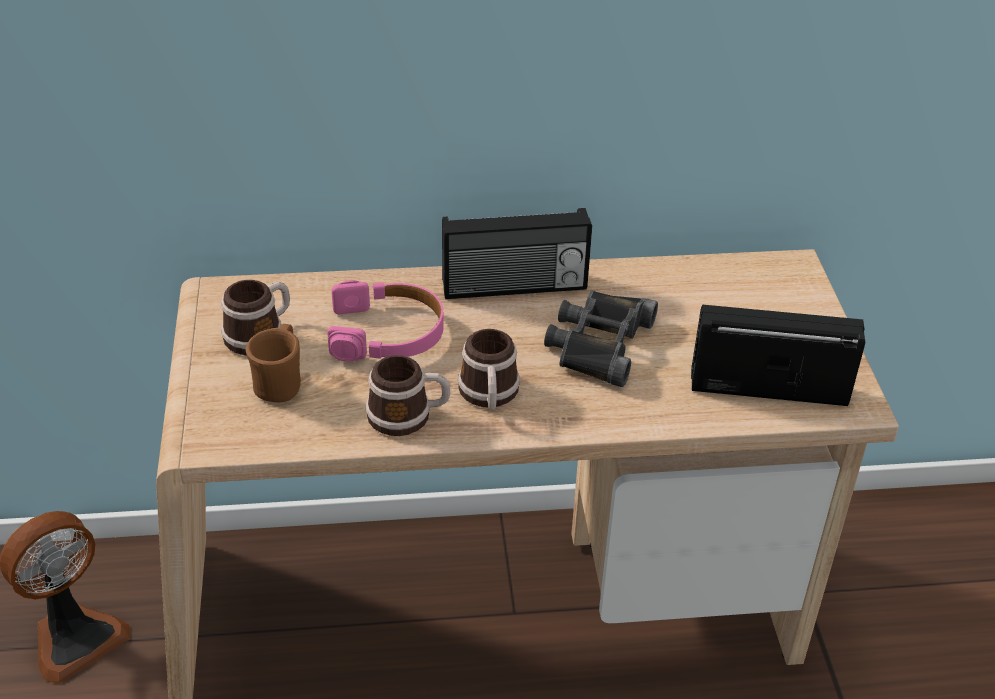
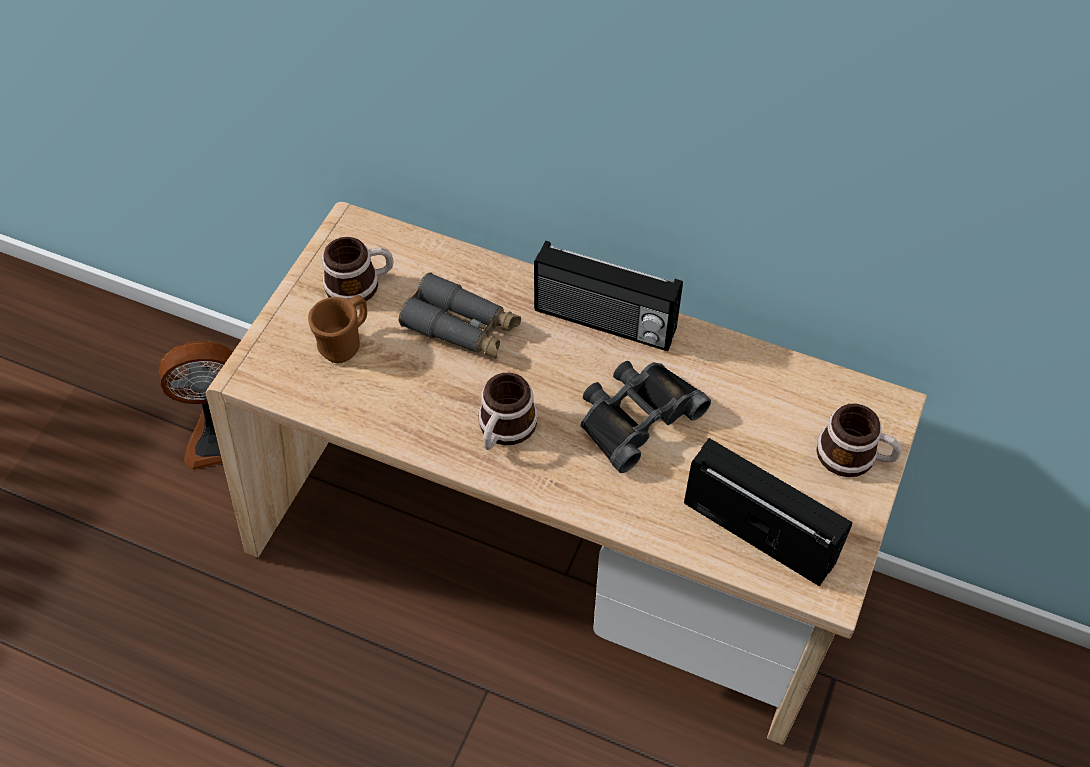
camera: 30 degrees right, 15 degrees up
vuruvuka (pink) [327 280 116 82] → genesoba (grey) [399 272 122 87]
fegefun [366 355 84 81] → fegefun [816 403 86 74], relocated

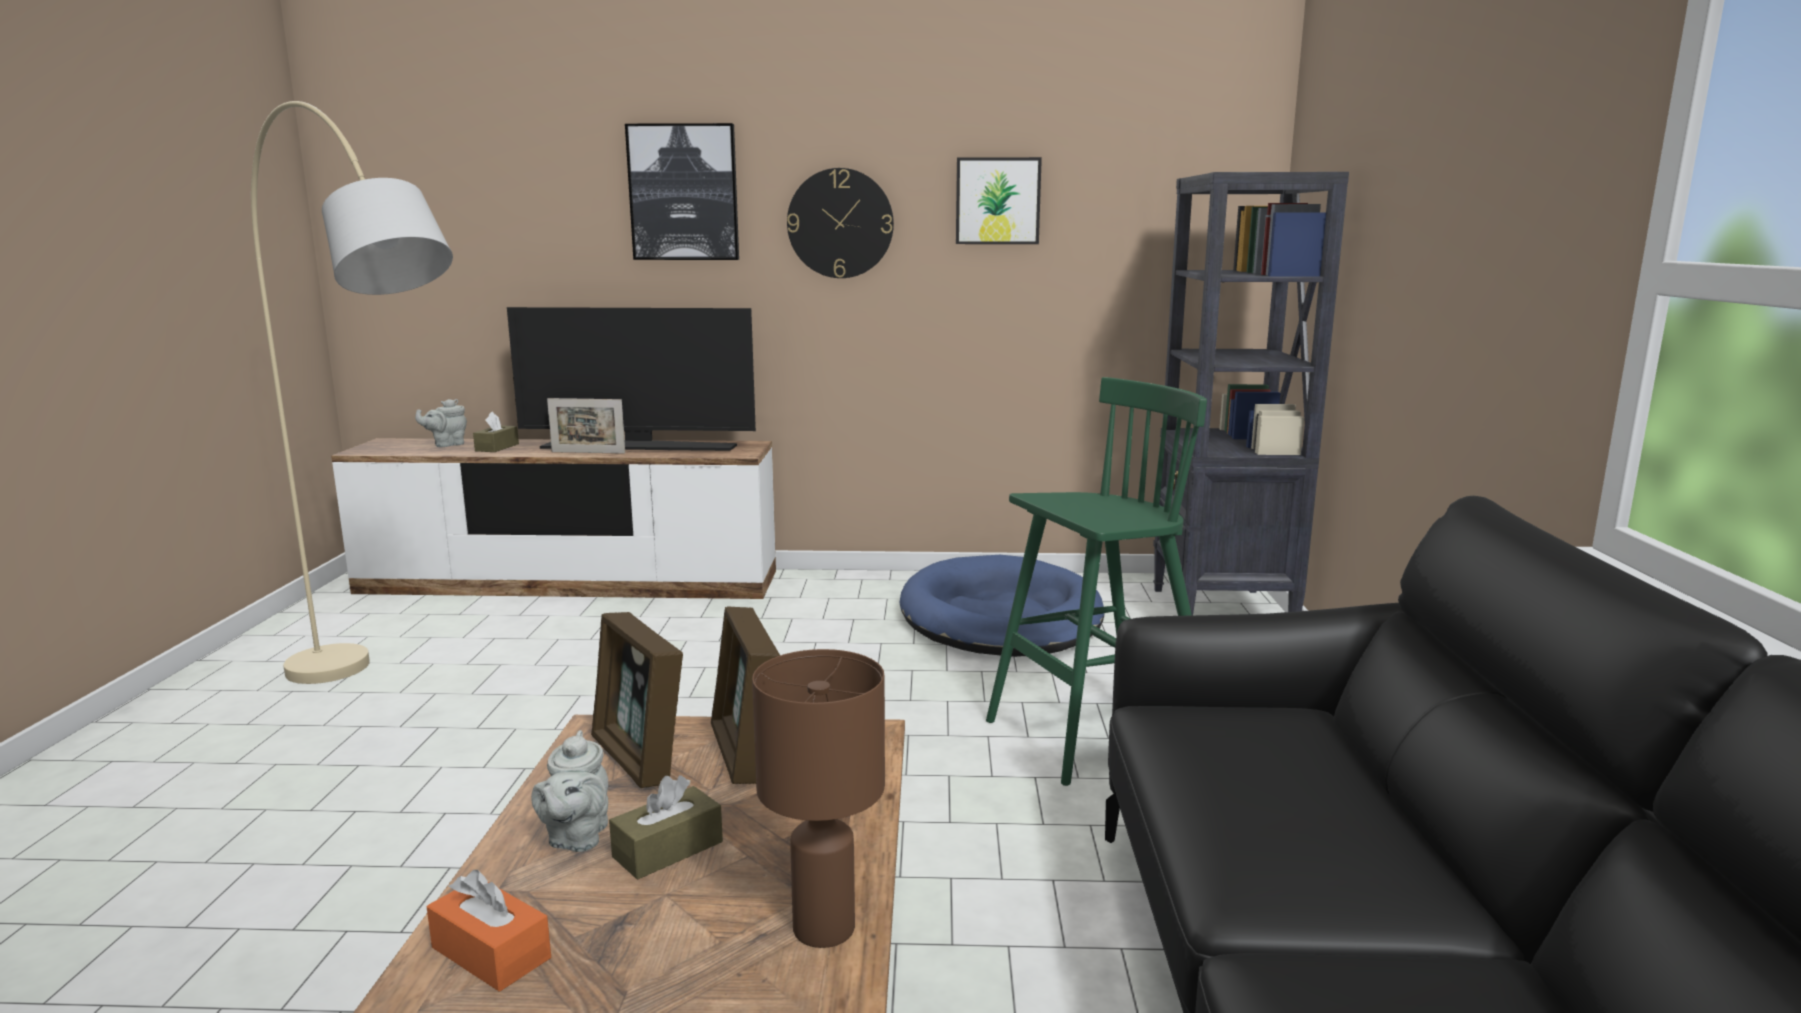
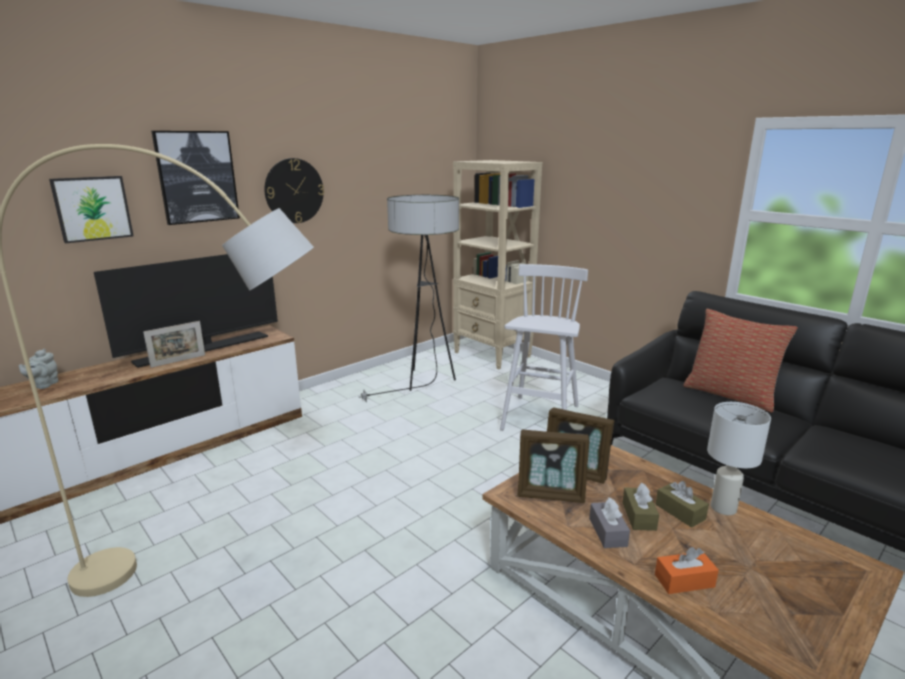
camera: 45 degrees left, 5 degrees up
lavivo [956 157 86 87] → lavivo [49 176 85 67], relocated
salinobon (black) [1153 172 196 443] → salinobon (beige) [453 160 89 210]
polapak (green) [986 377 221 409] → polapak (white) [500 264 88 167]
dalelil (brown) [473 412 46 40] → dalelil (brown) [656 481 53 47], relocated
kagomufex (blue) [899 555 205 102] → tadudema [358 195 101 207]
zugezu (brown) [752 649 133 299] → zugezu (white) [707 402 64 113]
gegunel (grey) [531 730 77 122] → dalelil (grey) [589 498 41 50]
- → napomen [683 309 115 104]

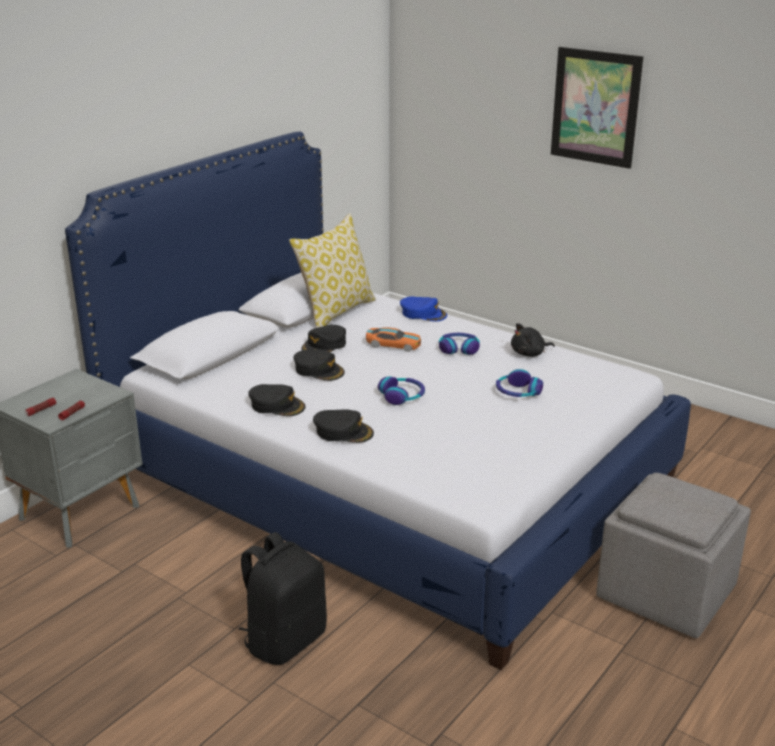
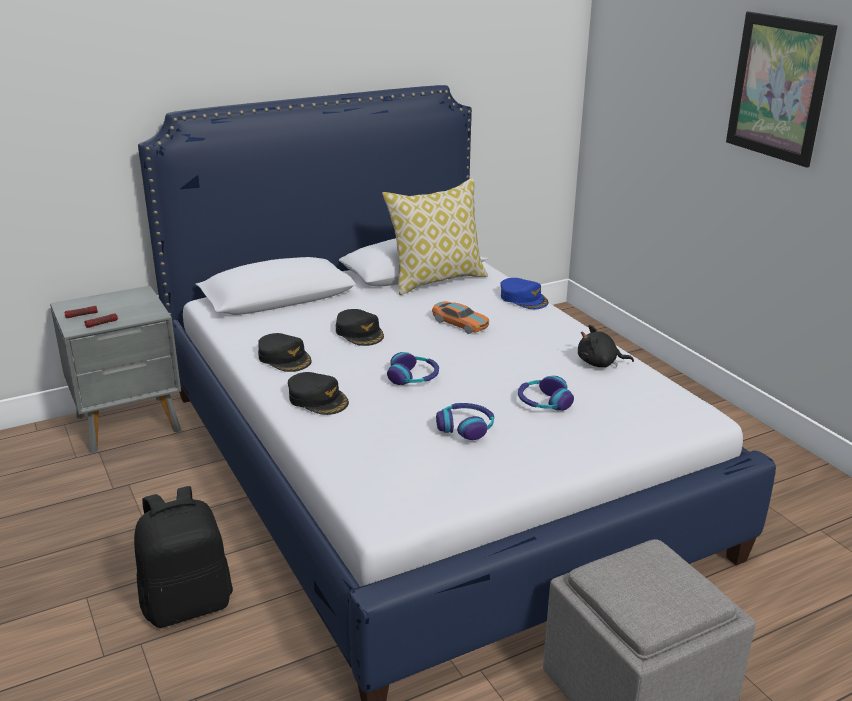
camera: 25 degrees right, 0 degrees up
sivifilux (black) [301 325 45 27] → -
vuruvuka [439 333 41 22] → vuruvuka [436 403 58 37], relocated

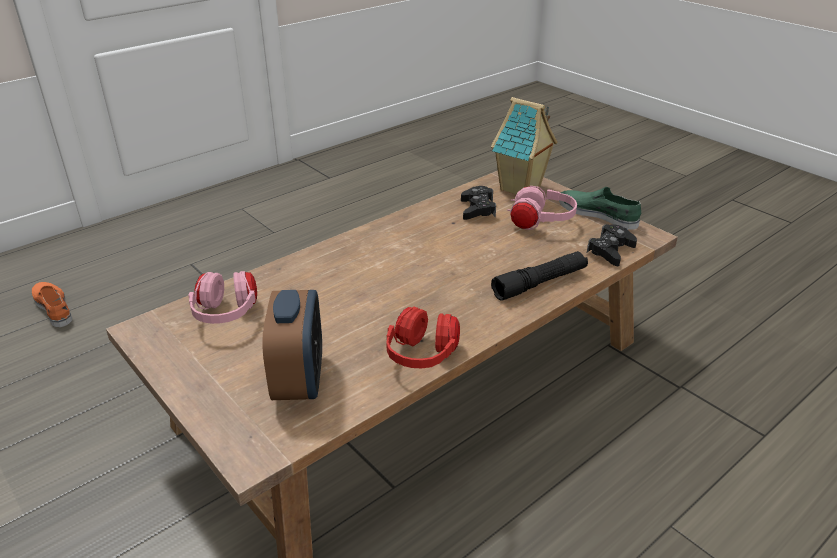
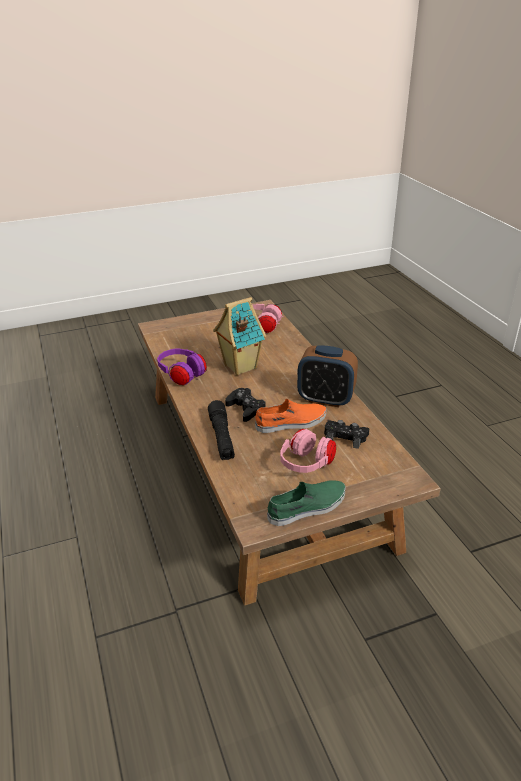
camera: 110 degrees right, 0 degrees up
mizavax [491 97 66 98] → mizavax [213 297 54 78], relocated
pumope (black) [587 224 50 42] → pumope (black) [225 388 41 34], relocated
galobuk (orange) [32 282 40 45] → galobuk (orange) [255 399 72 34], relocated
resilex [262 290 60 110] → resilex [297 345 61 62], relocated
vuruvuka (red) [386 307 74 61] → vuruvuka (purple) [157 349 50 36]

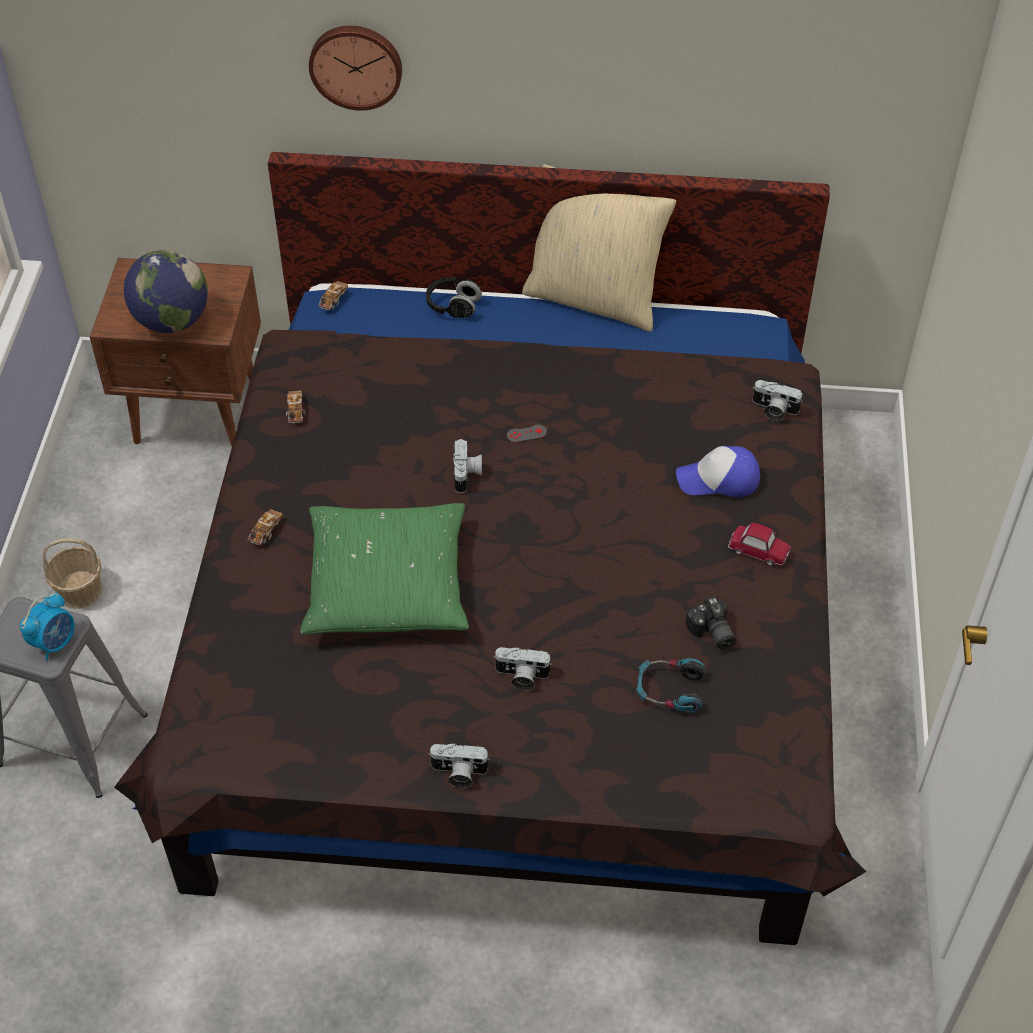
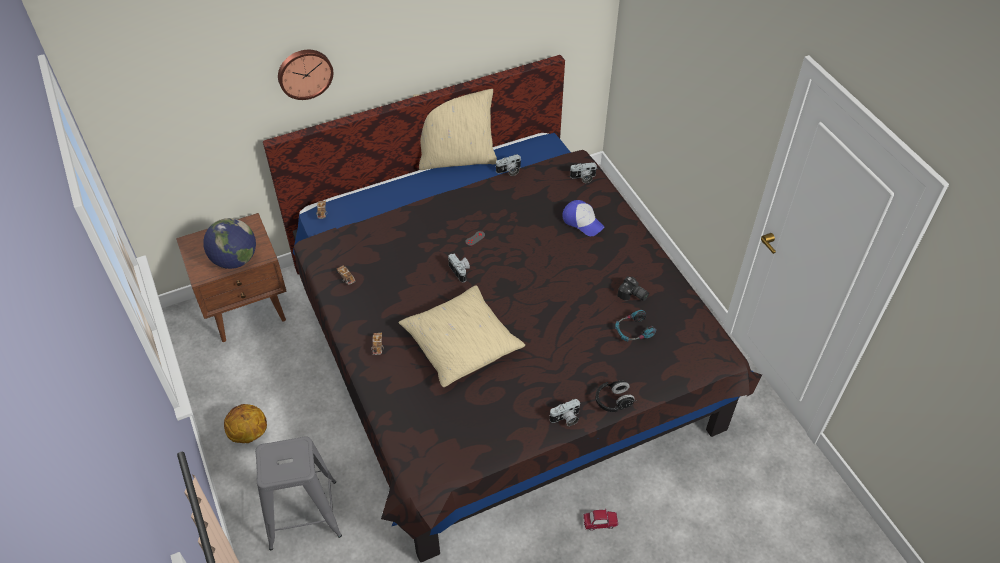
camera: 30 degrees left, 0 degrees up
vuruvuka (black) [426 277 56 41] → vuruvuka (black) [595 381 41 31], relocated
sivifilux [676 446 84 51] → sivifilux [562 200 42 36], 105 degrees counterclockwise
napomen (green) [300 503 169 131] → napomen (beige) [399 285 126 102]
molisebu [728 522 63 44] → molisebu [583 509 36 22], relocated
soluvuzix [43 538 59 71] → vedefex [224 404 43 39]
resilex [20 591 54 70] → -
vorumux [493 647 59 44] → vorumux [496 154 25 22], relocated

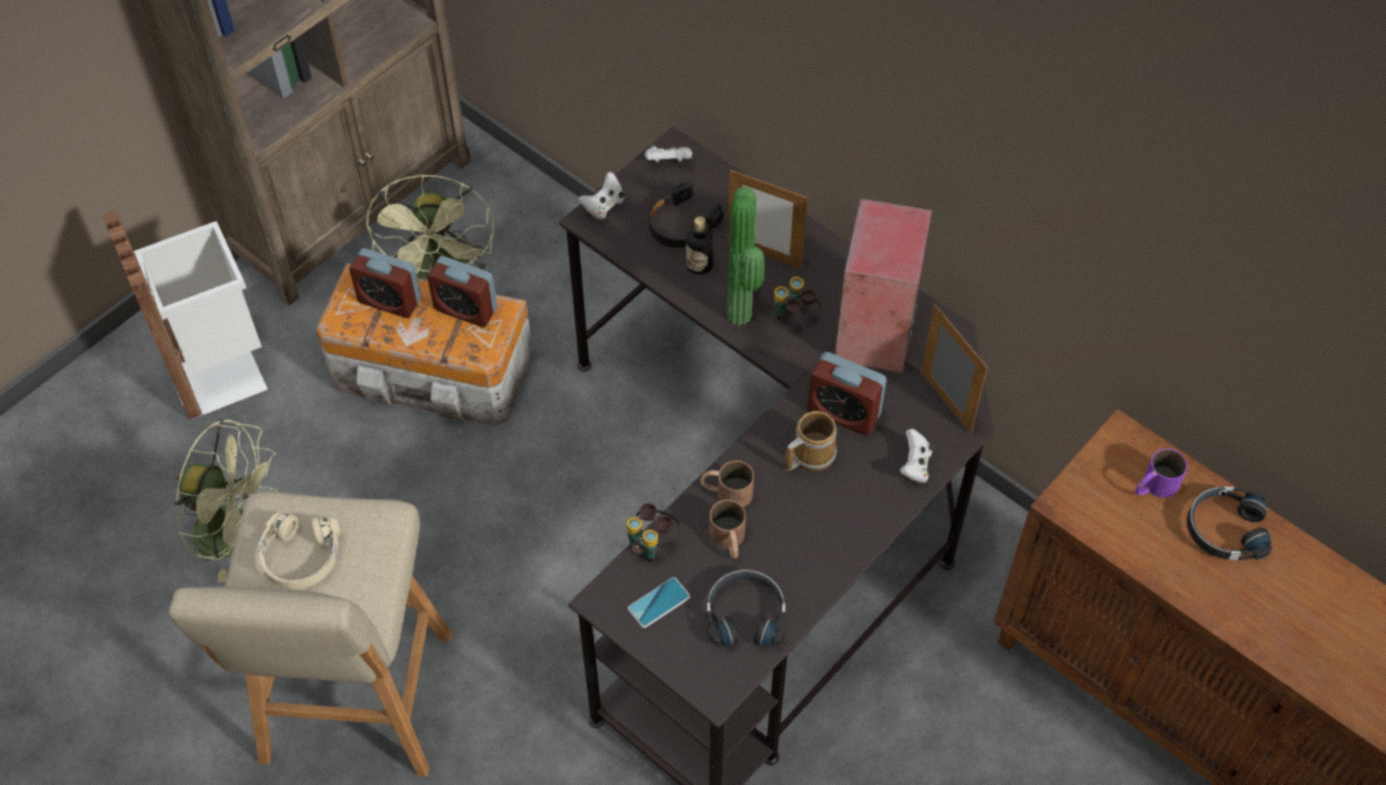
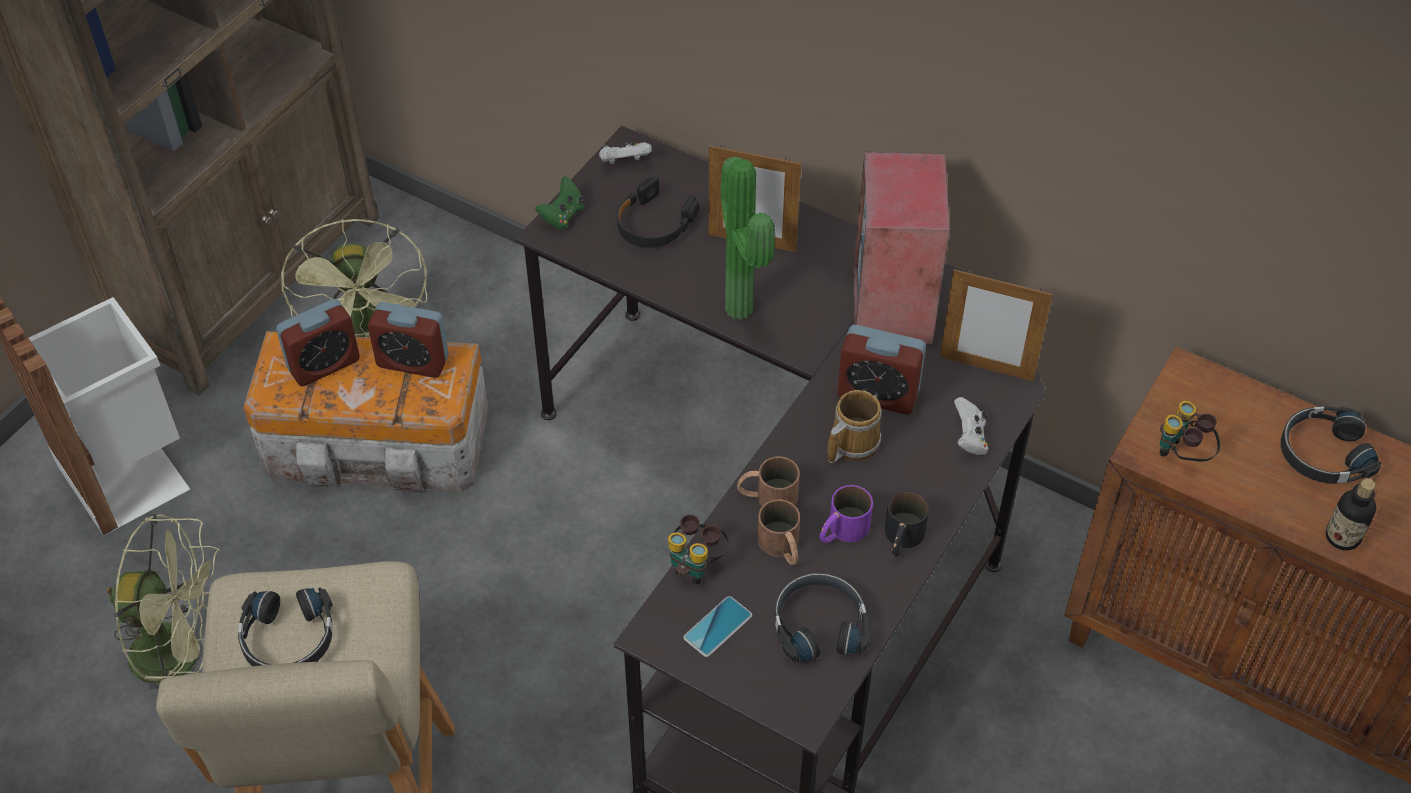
camera: 10 degrees left, 5 degrees down
pumope (white) [579 172 45 48] → pumope (green) [536 176 49 54]
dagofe [686 216 28 59] → dagofe [1326 478 50 72], relocated
resilex [349 248 72 70] → resilex [276 299 84 87], 45 degrees counterclockwise
genesoba [774 277 48 51] → genesoba [1160 401 60 60], relocated
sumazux [921 305 67 129] → sumazux [940 269 113 112], 150 degrees clockwise
fegefun (purple) [1135 448 53 50] → fegefun (purple) [819 485 54 58], relocated
vuruvuka (beige) [258 513 83 76] → vuruvuka (black) [238 587 95 79]
- → fegefun (black) [885 491 44 66]

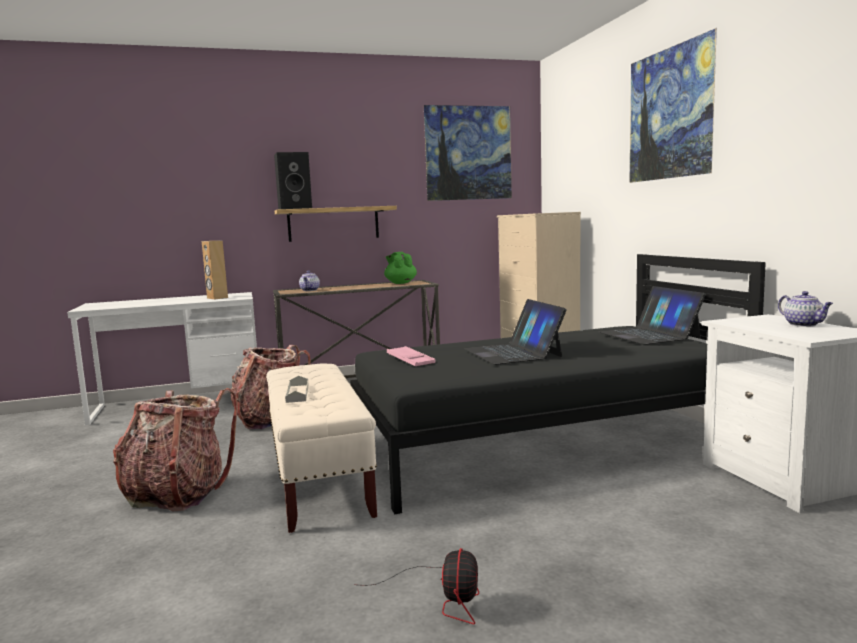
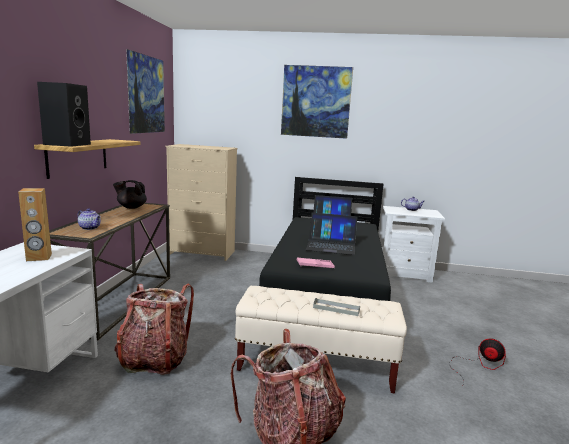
camera: 65 degrees left, 5 degrees up
gegunel (green) [384 252 33 32] → gegunel (black) [113 180 34 29]

